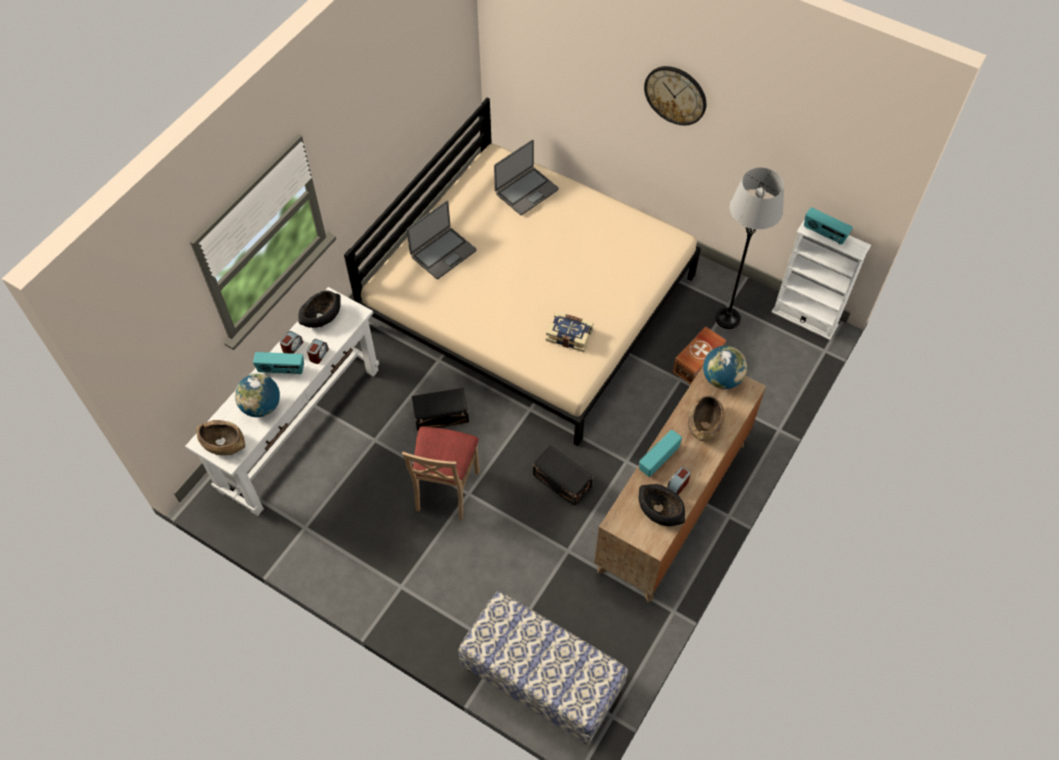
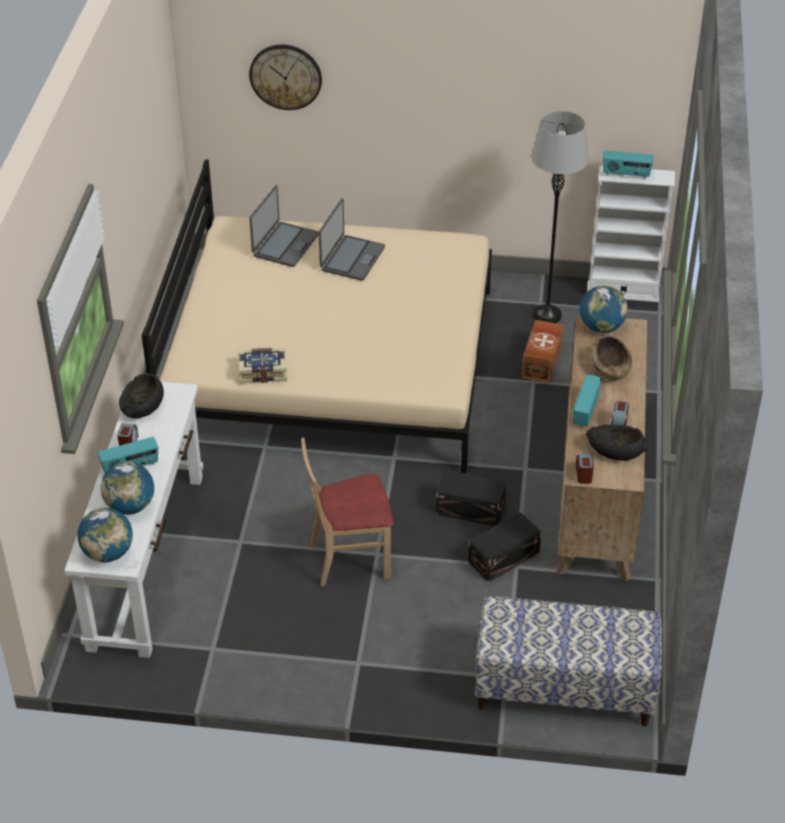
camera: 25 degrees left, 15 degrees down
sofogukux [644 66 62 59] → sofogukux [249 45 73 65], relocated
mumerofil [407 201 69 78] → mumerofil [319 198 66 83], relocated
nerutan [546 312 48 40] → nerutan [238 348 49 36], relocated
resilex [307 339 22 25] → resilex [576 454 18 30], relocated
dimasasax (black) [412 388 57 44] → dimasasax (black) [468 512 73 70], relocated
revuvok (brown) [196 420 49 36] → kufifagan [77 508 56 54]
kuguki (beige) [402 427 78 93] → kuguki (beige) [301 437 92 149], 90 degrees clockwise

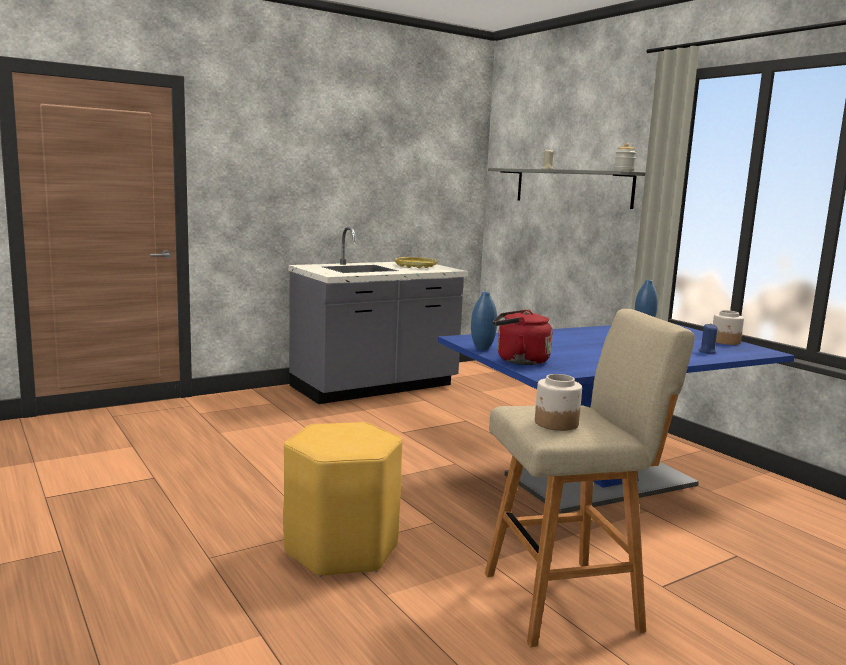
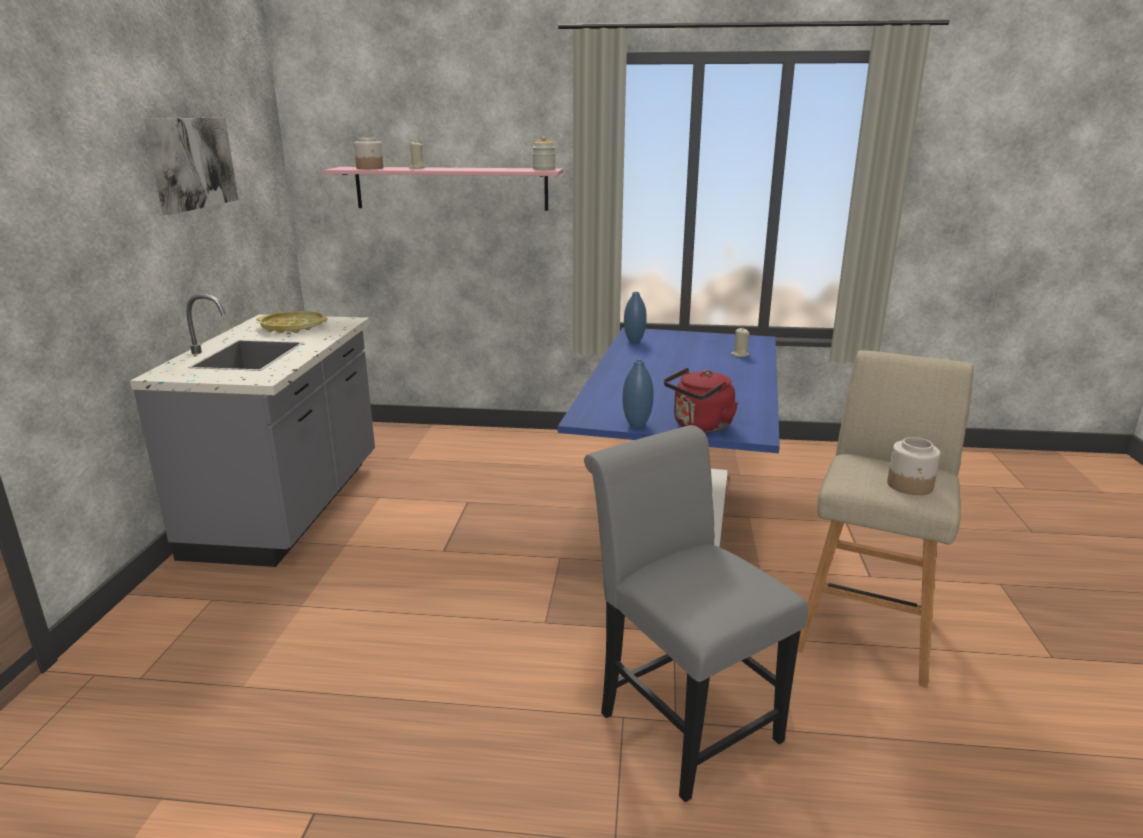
camera: 50 degrees left, 10 degrees up
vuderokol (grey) [488 168 157 41] → vuderokol (pink) [323 167 240 44]
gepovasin [713 310 31 35] → gepovasin [354 138 29 31], relocated
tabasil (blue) [698 323 20 31] → tabasil (beige) [731 328 19 29]
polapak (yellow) [283 422 119 155] → kuguki (grey) [584 425 224 377]
- → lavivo [144 117 94 98]

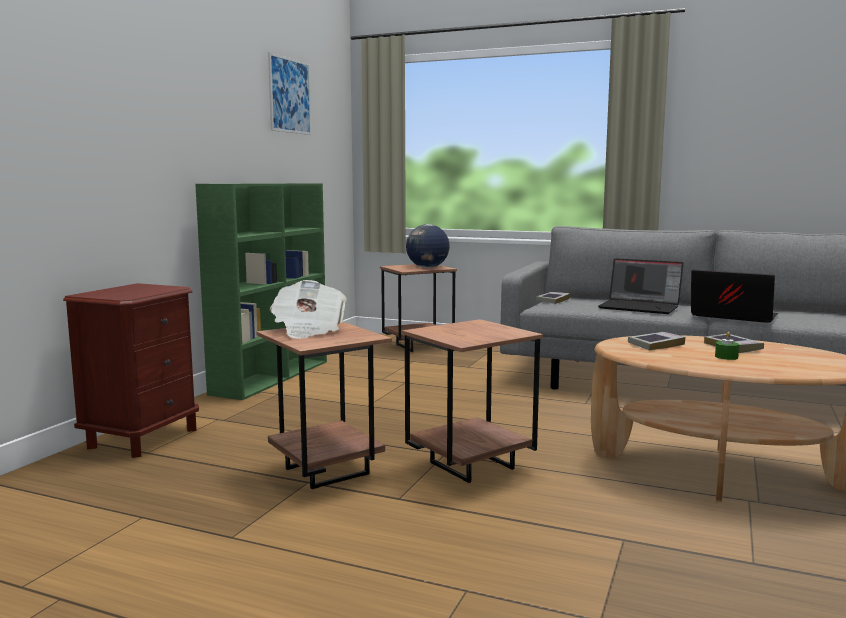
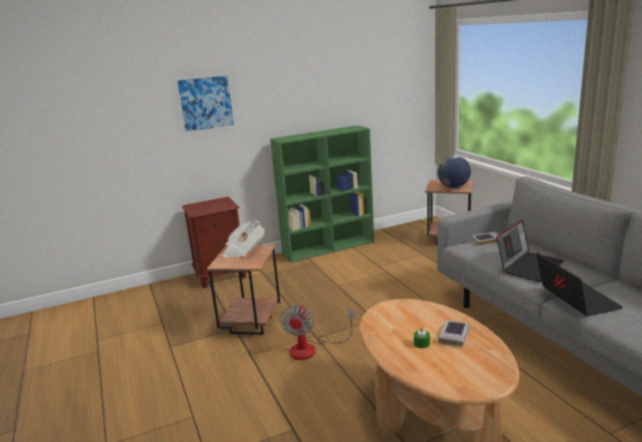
camera: 45 degrees right, 10 degrees up
lavivo [268 52 44 83] → lavivo [175 73 61 61], relocated
mumerofil [598 258 85 56] → mumerofil [496 220 68 62], 120 degrees counterclockwise
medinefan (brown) [402 319 141 164] → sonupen [280 304 75 56]
nerutan [628 332 58 18] → -

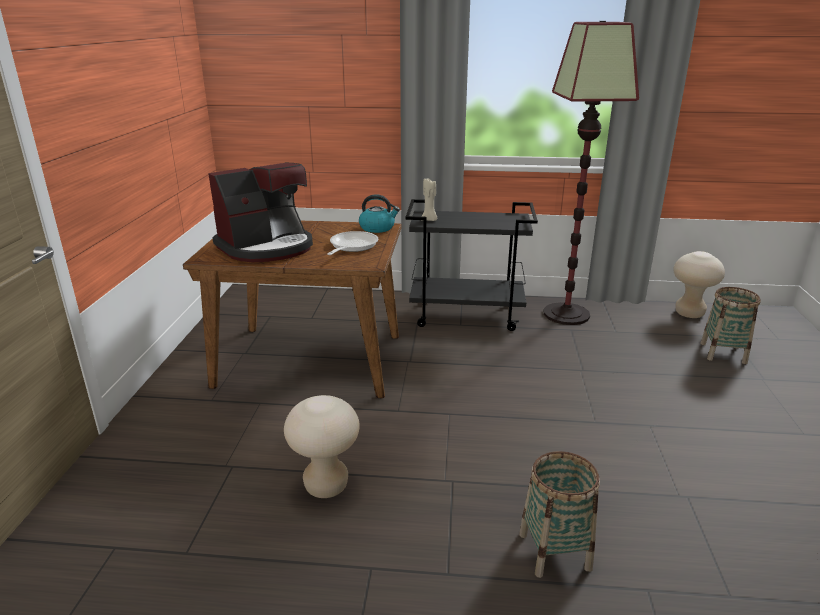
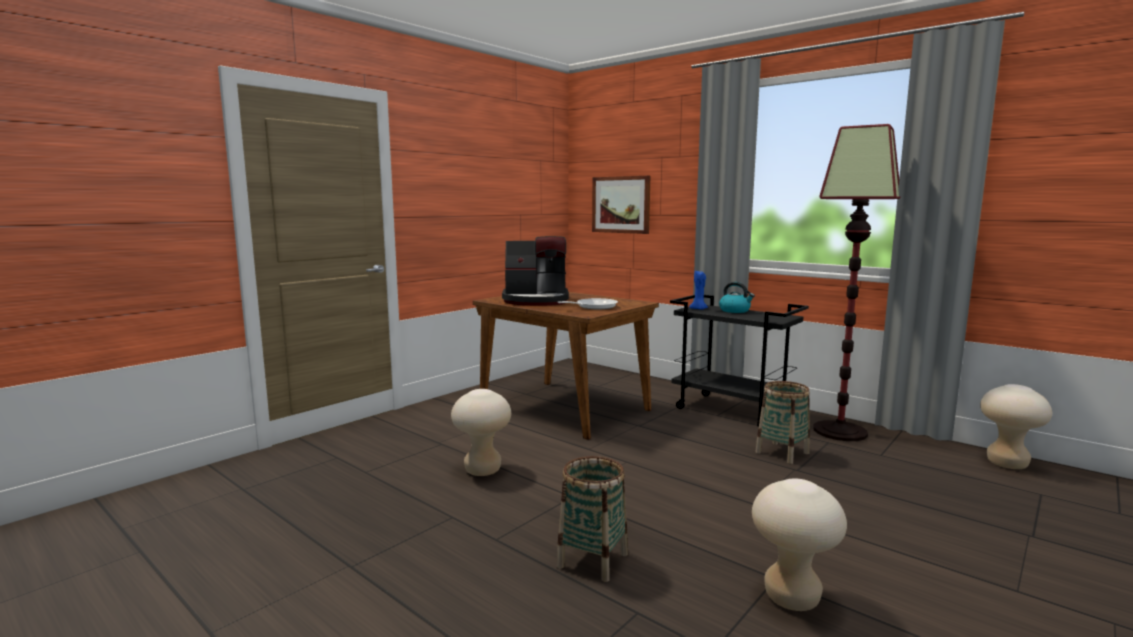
camera: 35 degrees right, 15 degrees down
tabasil (beige) [421 178 16 43] → tabasil (blue) [689 270 19 40]
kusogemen [359 194 41 39] → kusogemen [719 282 36 31], relocated
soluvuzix [700 287 61 77] → soluvuzix [755 381 55 83], relocated
- → lavivo [592 176 58 58]
- → polapak (beige) [752 478 95 133]

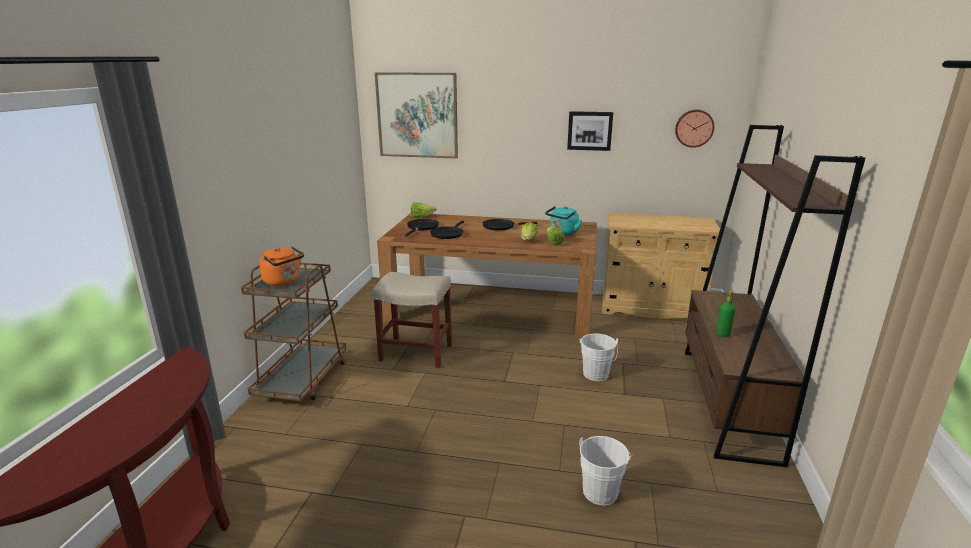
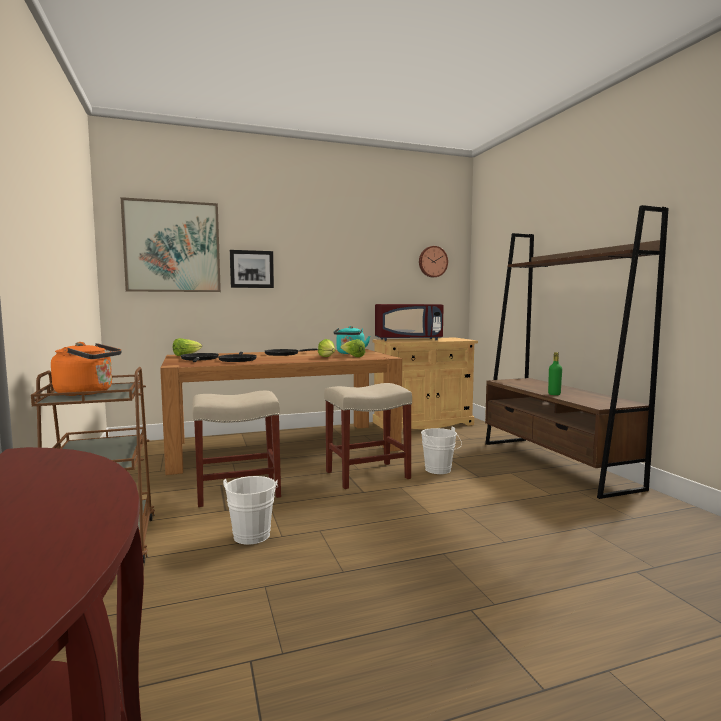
camera: 30 degrees left, 15 degrees down
lavivo [567 111 46 40] → lavivo [230 250 44 38], relocated
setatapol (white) [579 436 53 69] → setatapol (white) [223 476 55 69], relocated
- → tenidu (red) [375 304 69 37]
- → polapak (beige) [324 383 88 106]

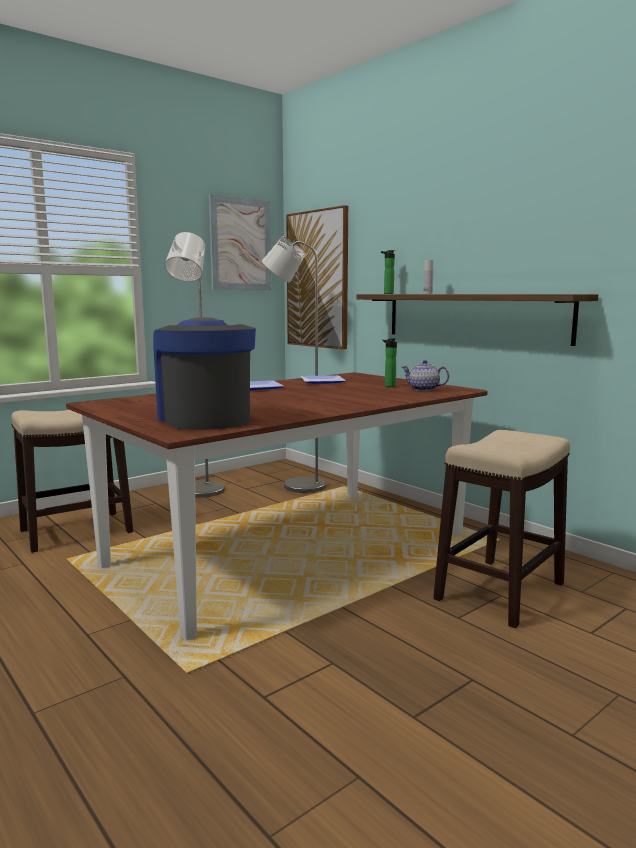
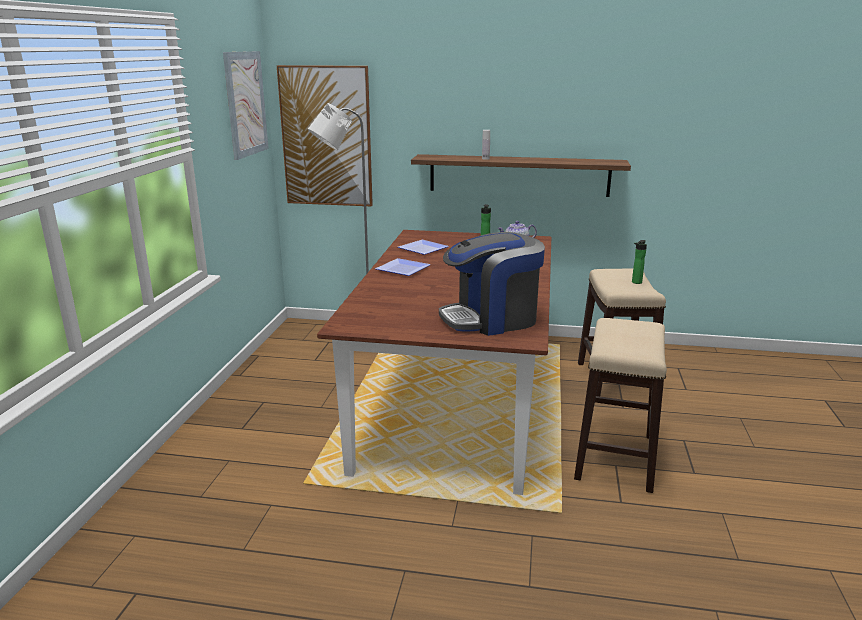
camera: 40 degrees left, 10 degrees up
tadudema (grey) [165 232 60 266] → -
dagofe [381 250 14 44] → dagofe [632 240 15 44], relocated
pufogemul [153 317 103 113] → pufogemul [439 232 106 104], 45 degrees counterclockwise
polapak [11 410 122 143] → polapak [574 318 93 175], relocated

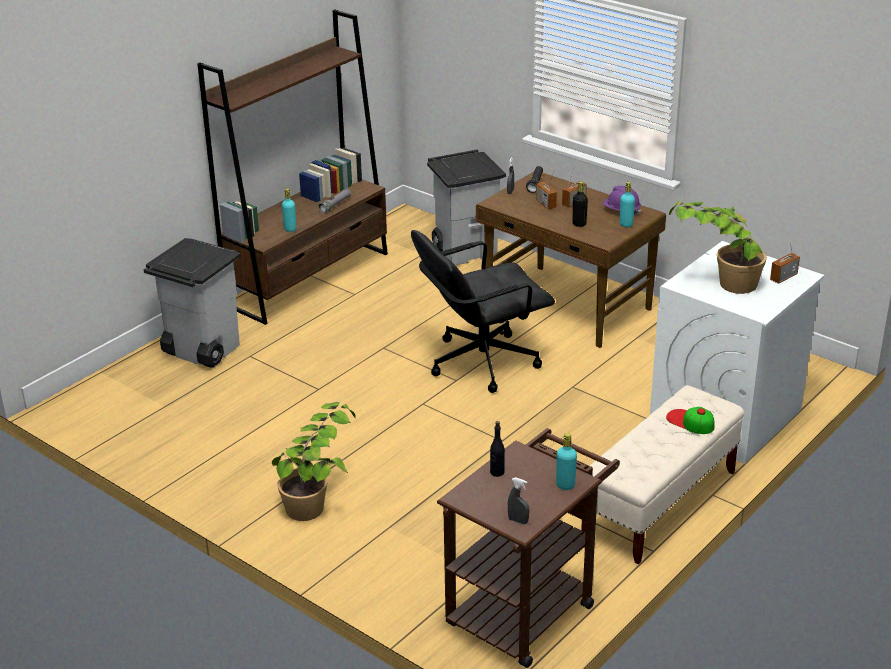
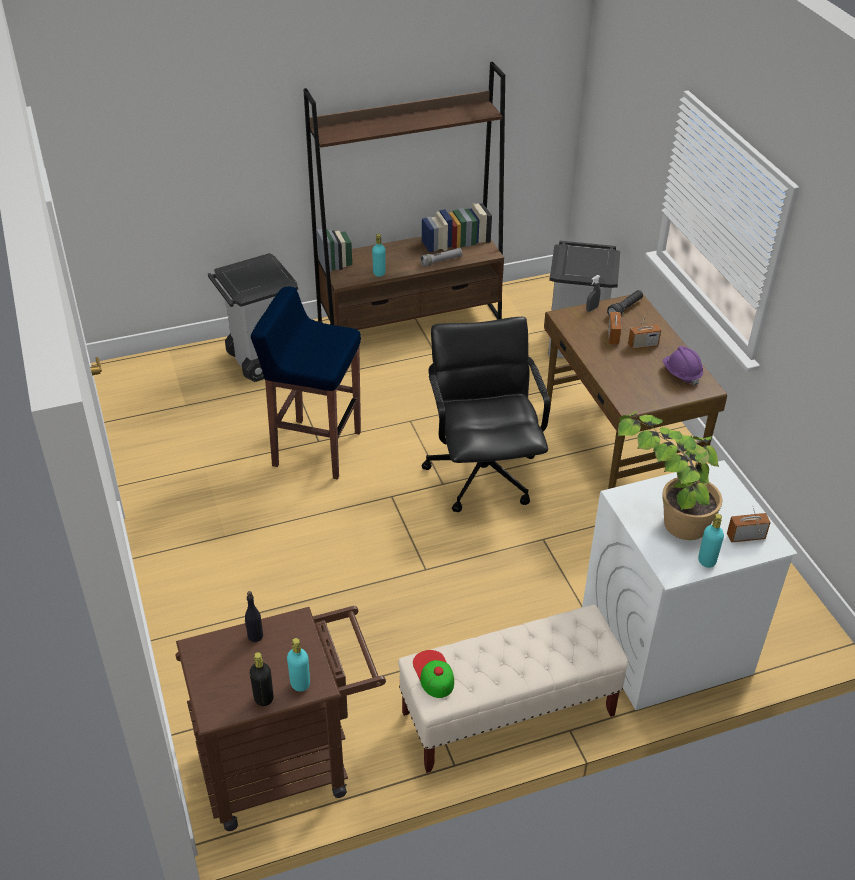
camera: 30 degrees right, 10 degrees up
dagofe (black) [572 181 16 46] → dagofe (black) [250 652 24 54], relocated
dagofe (turquoise) [620 182 15 45] → dagofe (turquoise) [698 514 26 54], relocated
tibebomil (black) [411 230 144 163] → tibebomil (black) [422 317 128 195], 75 degrees clockwise
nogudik [272 402 84 119] → -
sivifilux [666 407 49 27] → sivifilux [413 650 41 48], relocated
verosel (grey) [507 477 22 47] → -
- → polapak (blue) [251 287 110 193]

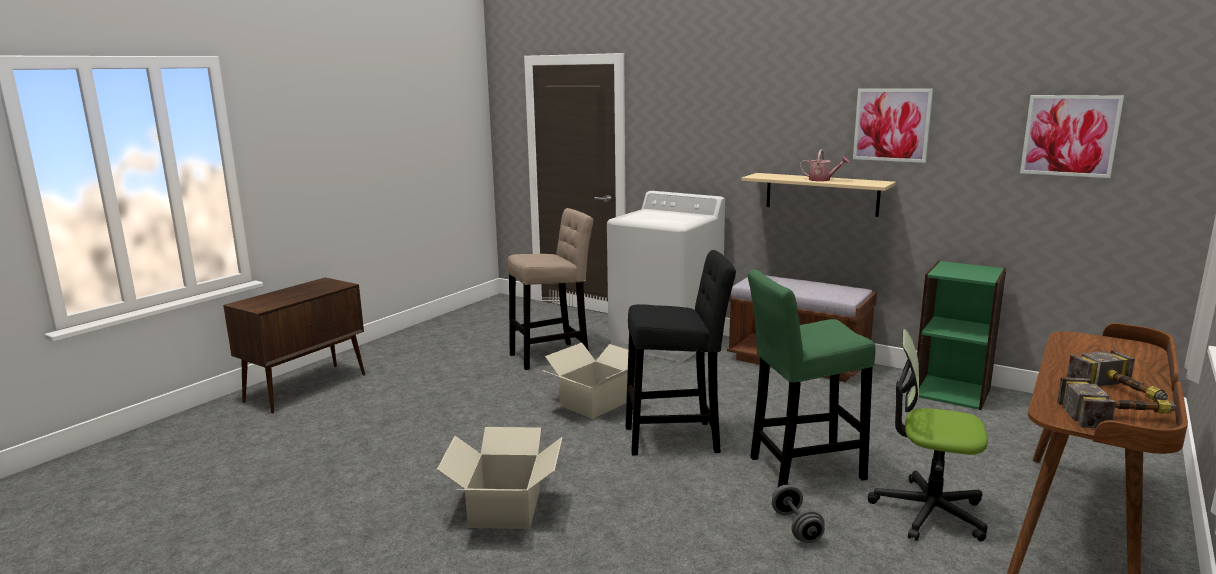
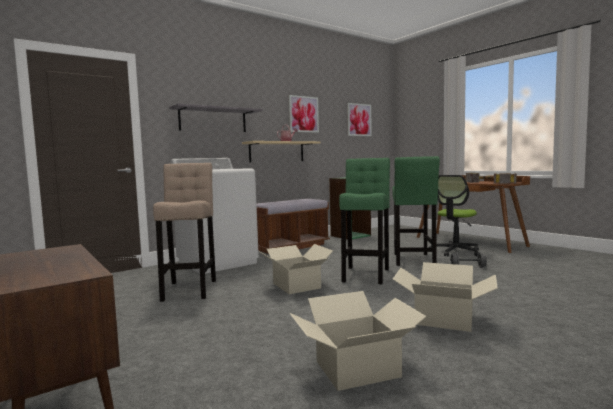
camera: 70 degrees left, 10 degrees down
polapak (black) [626 250 110 205] → polapak (green) [339 158 51 126]
- → vuderokol (grey) [169 104 94 28]
- → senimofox [290 291 137 100]

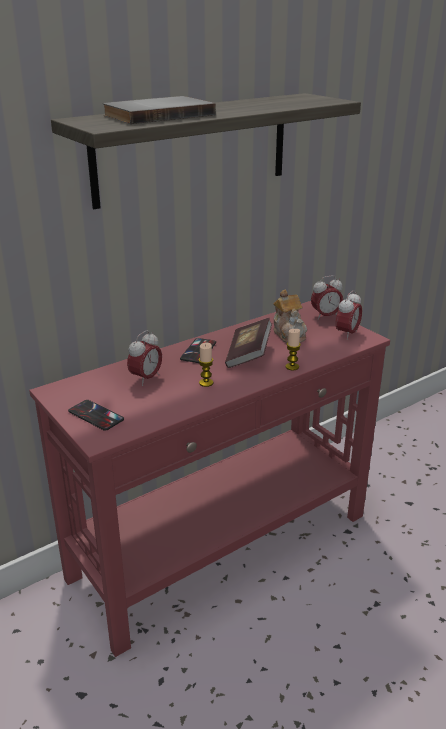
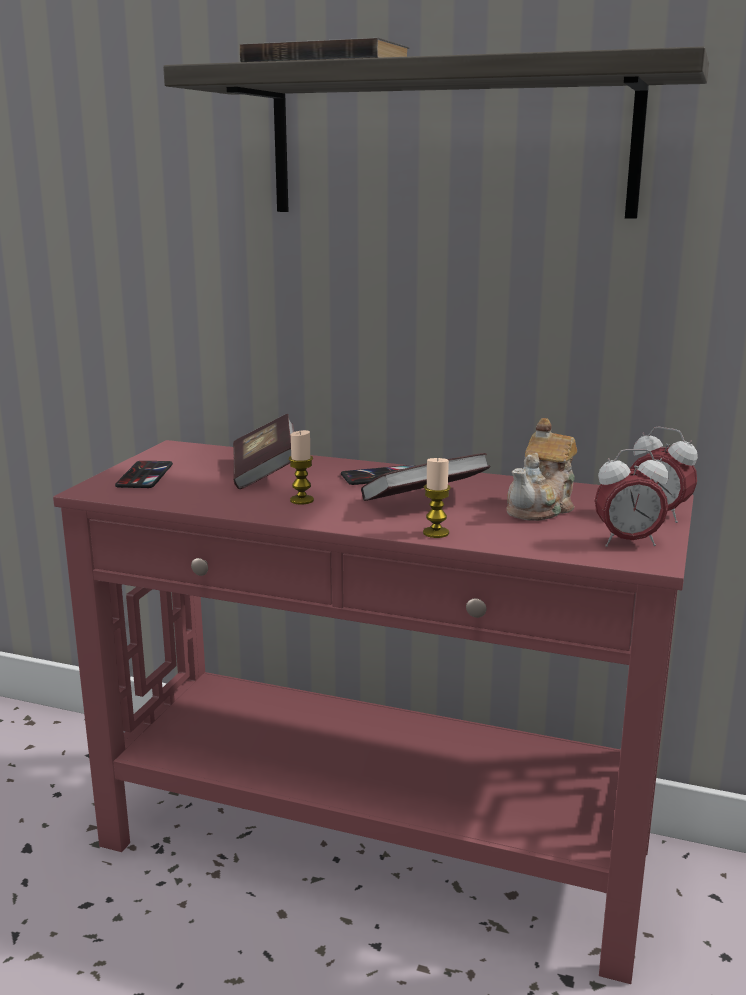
camera: 55 degrees right, 10 degrees down
resilex [127 330 35 56] → nerutan [233 414 61 75]

